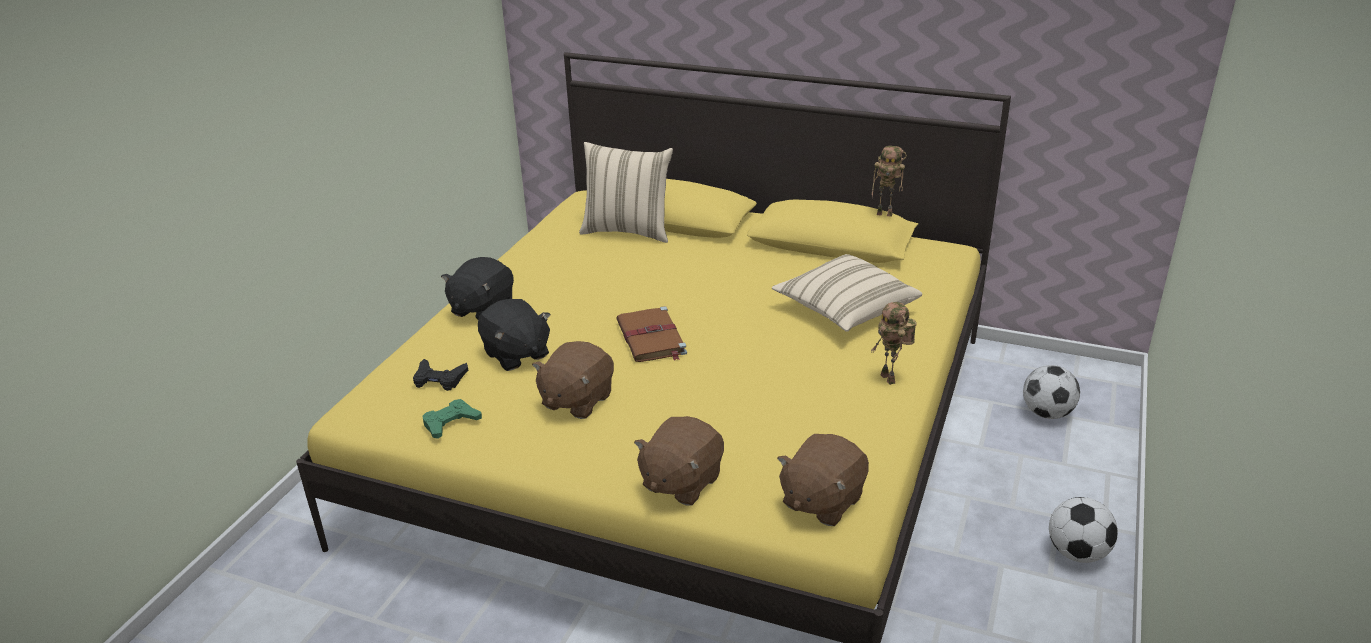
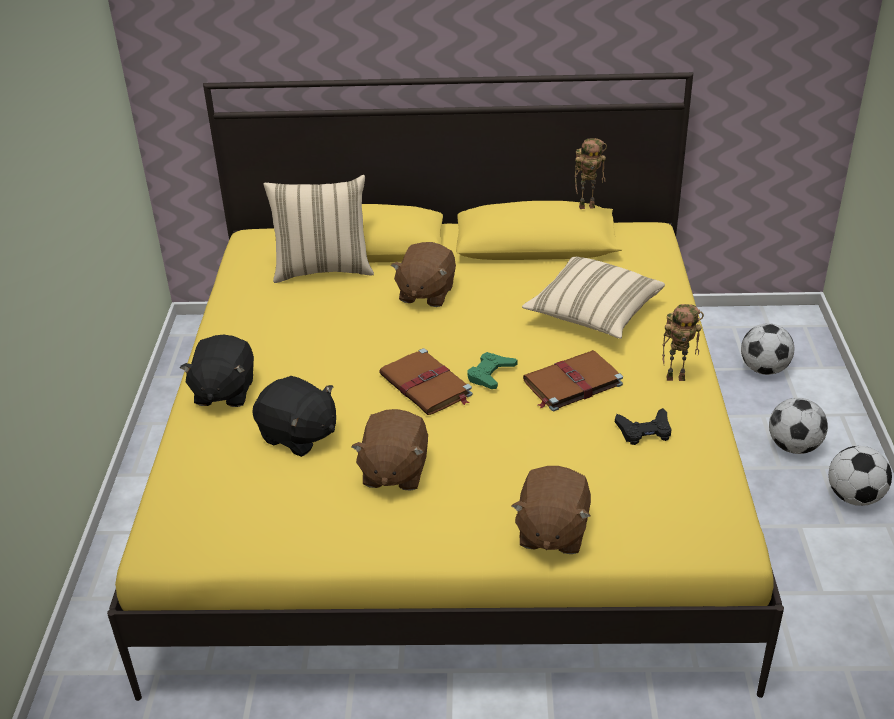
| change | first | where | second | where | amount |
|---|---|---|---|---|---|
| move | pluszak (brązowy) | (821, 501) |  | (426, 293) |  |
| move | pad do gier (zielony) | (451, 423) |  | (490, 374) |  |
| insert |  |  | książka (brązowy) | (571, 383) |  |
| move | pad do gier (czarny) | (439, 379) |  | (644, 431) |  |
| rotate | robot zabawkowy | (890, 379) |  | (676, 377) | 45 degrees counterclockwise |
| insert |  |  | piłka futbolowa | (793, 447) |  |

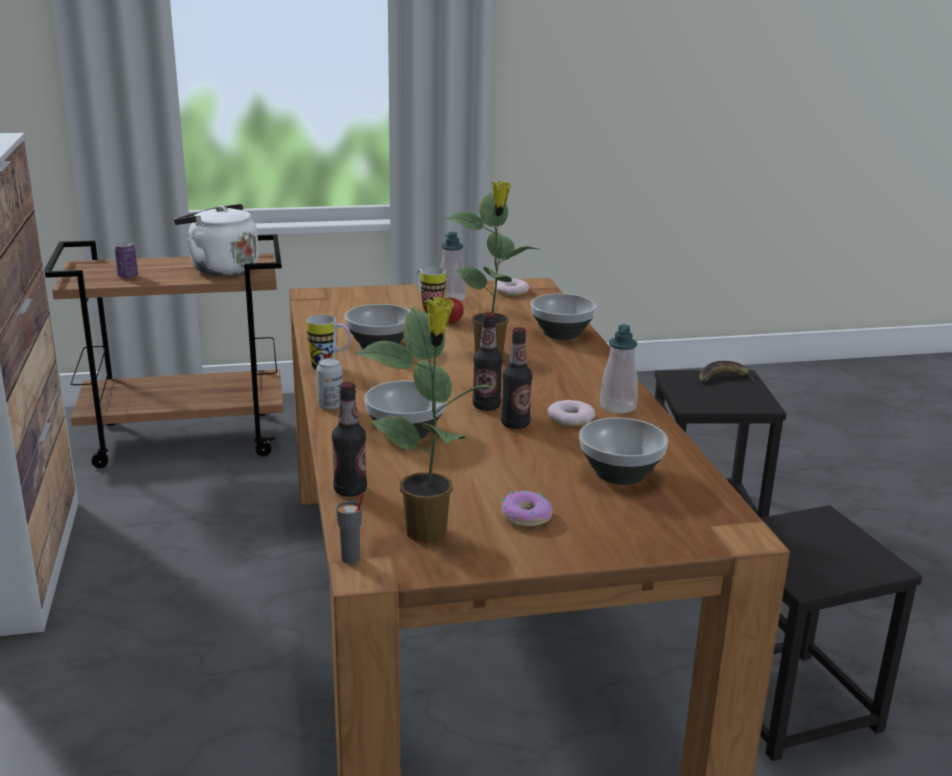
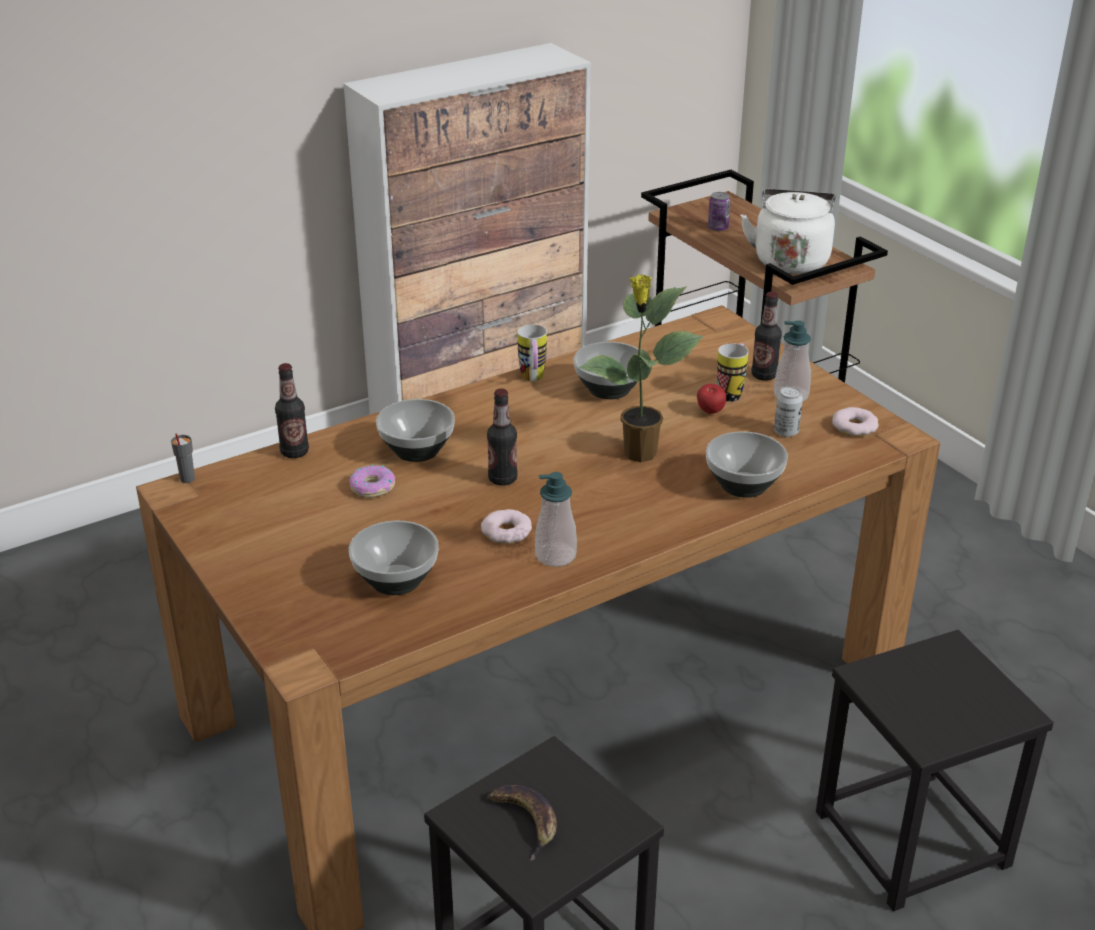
| change | first | where | second | where | amount |
|---|---|---|---|---|---|
| move | donut | (526, 516) |  | (372, 488) |  |
| move | banan | (723, 378) |  | (525, 821) |  |
| move | butelka | (515, 424) |  | (764, 375) |  |
| move | puszka | (330, 405) |  | (786, 432) |  |
| delete | roślina doniczkowa | (428, 533) |  |  |  |

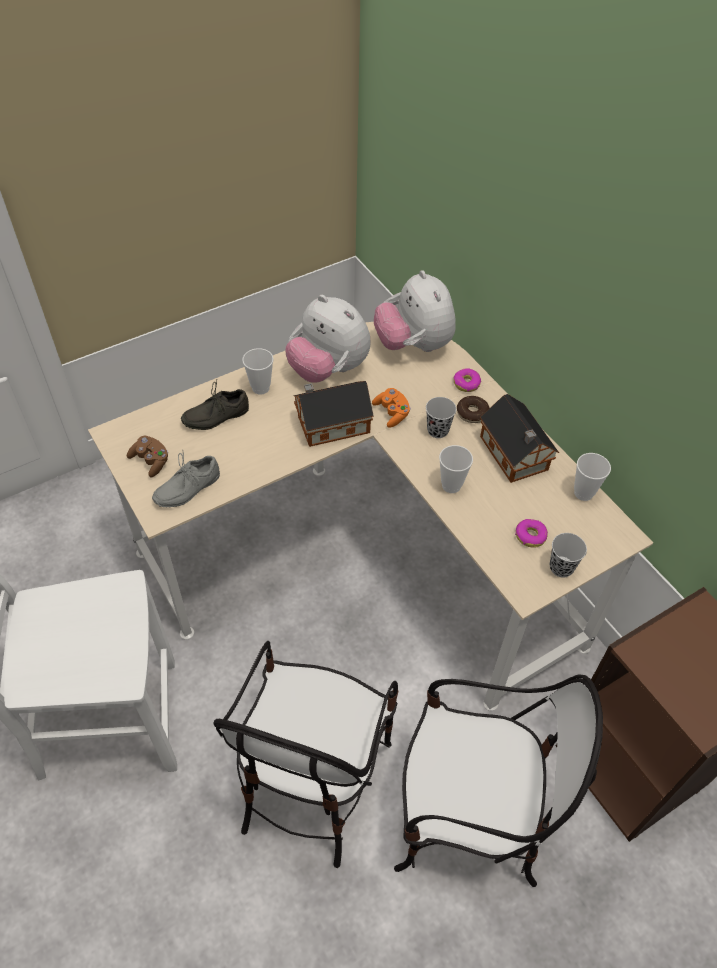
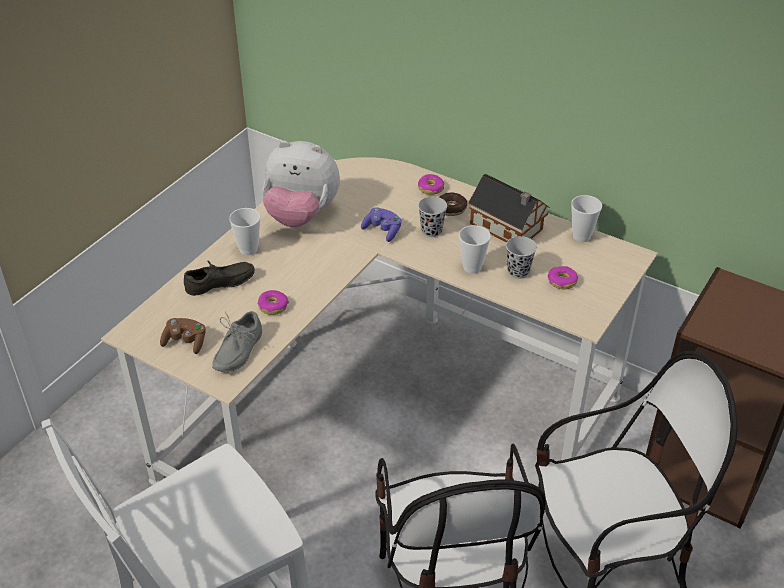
| change | first | where | second | where | amount |
|---|---|---|---|---|---|
| rotate | but (szary) | (215, 415) |  | (221, 285) | 150 degrees counterclockwise |
| insert |  |  | donut | (273, 306) |  |
| recolor | pad do gier (pomarańczowy) | (392, 413) | pad do gier (fioletowy) | (382, 230) |  |
| move | filiżanka (czarny) | (561, 567) |  | (518, 271) |  |
| delete | domek | (330, 424) |  |  |  |
| delete | pluszak | (413, 345) |  |  |  |

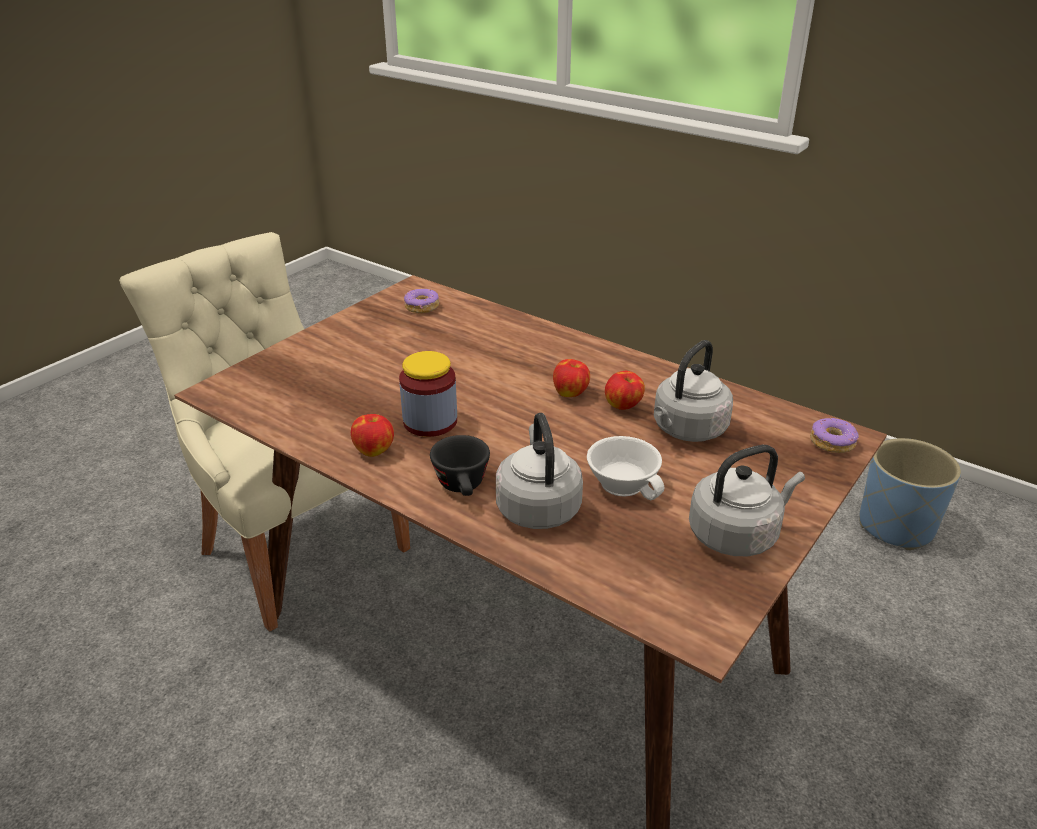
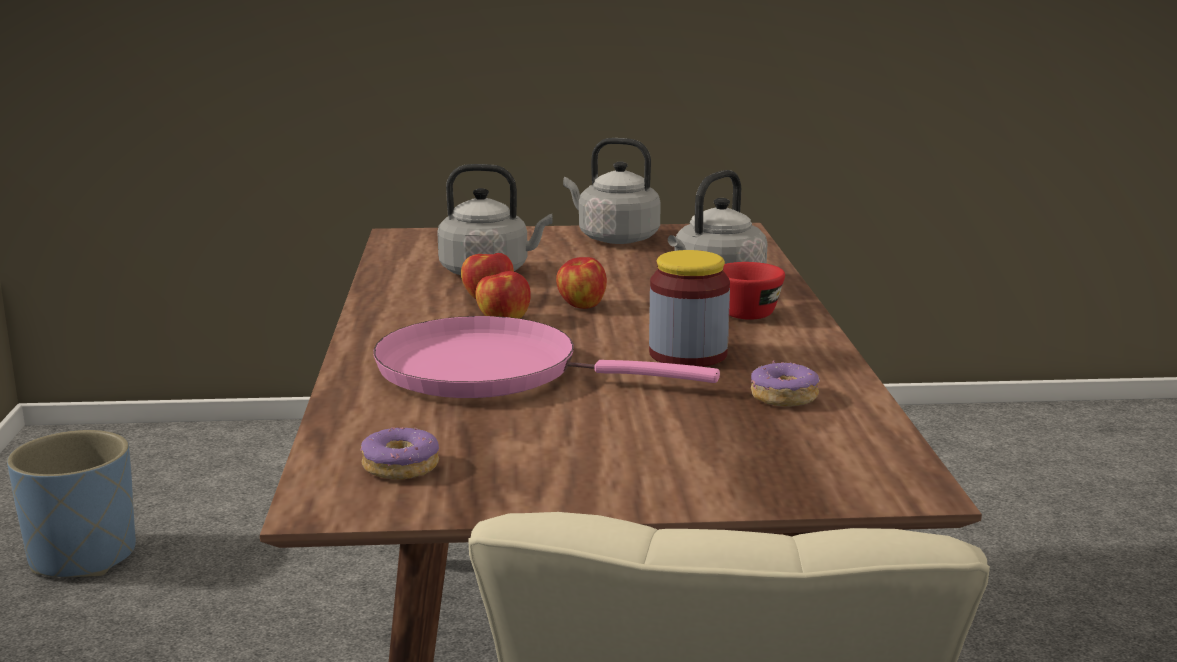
| change | first | where | second | where | amount |
|---|---|---|---|---|---|
| insert |  |  | patelnia (różowy) | (491, 371) |  |
| move | jabłko | (374, 450) |  | (581, 305) |  |
| recolor | filiżanka (czarny) | (463, 487) | filiżanka (czerwony) | (752, 311) |  |
| move | donut | (832, 442) |  | (783, 397) |  |
| delete | filiżanka (biały) | (626, 483) |  |  |  |

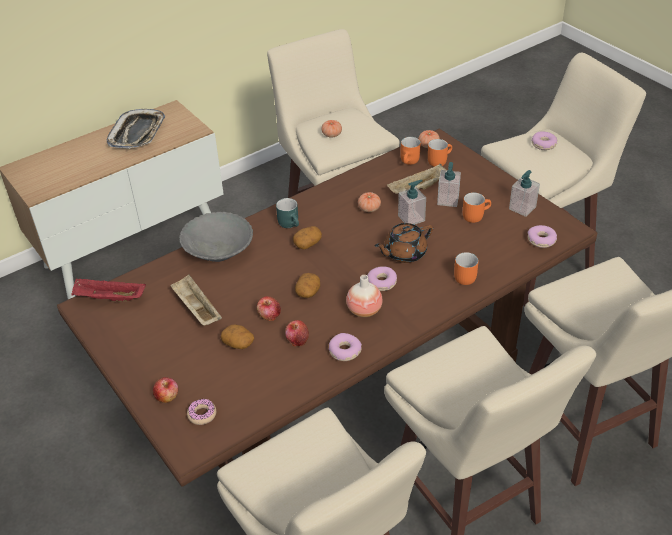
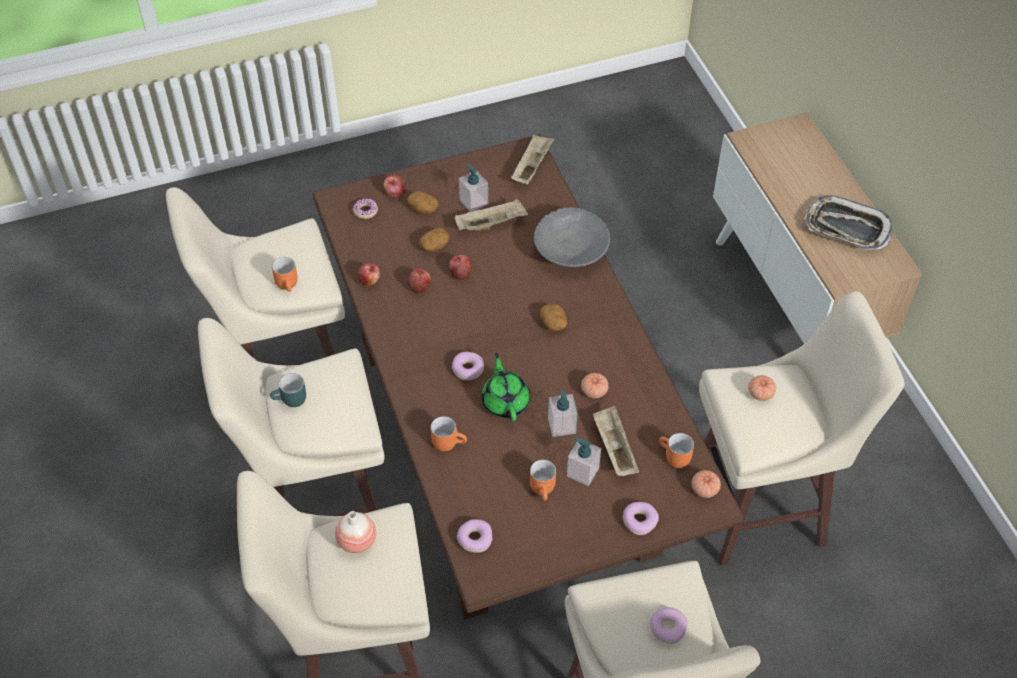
| change | first | where | second | where | amount |
|---|---|---|---|---|---|
| move | kubek (turkusowy) | (291, 224) |  | (291, 401) |  |
| move | kubek (pomarańczowy) | (438, 160) |  | (289, 284) |  |
| move | wazon | (364, 310) |  | (357, 541) |  |
| insert |  |  | jabłko | (369, 280) |  |
| move | ziemniak | (308, 292) |  | (423, 208) |  |
| move | dozownik mydła | (522, 208) |  | (473, 202) |  |
| recolor | imbryk (brązowy) | (404, 253) | imbryk (zielony) | (505, 401) |  |
| recolor | taca (czerwony) | (109, 299) | taca (beżowy) | (532, 167) |  |
| move | donut | (344, 351) |  | (639, 520) |  |

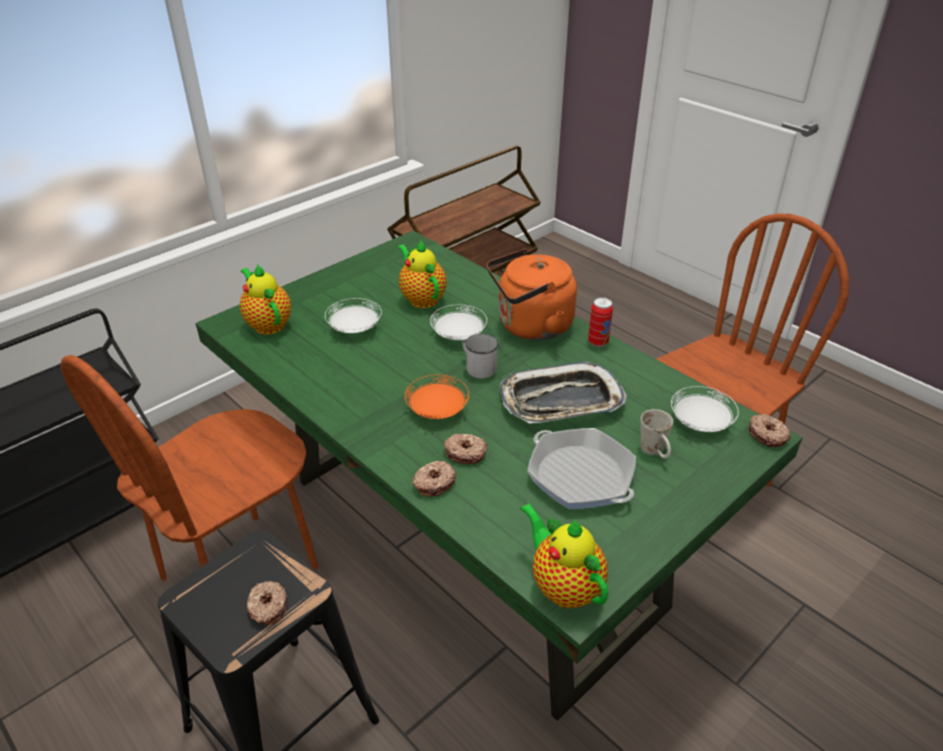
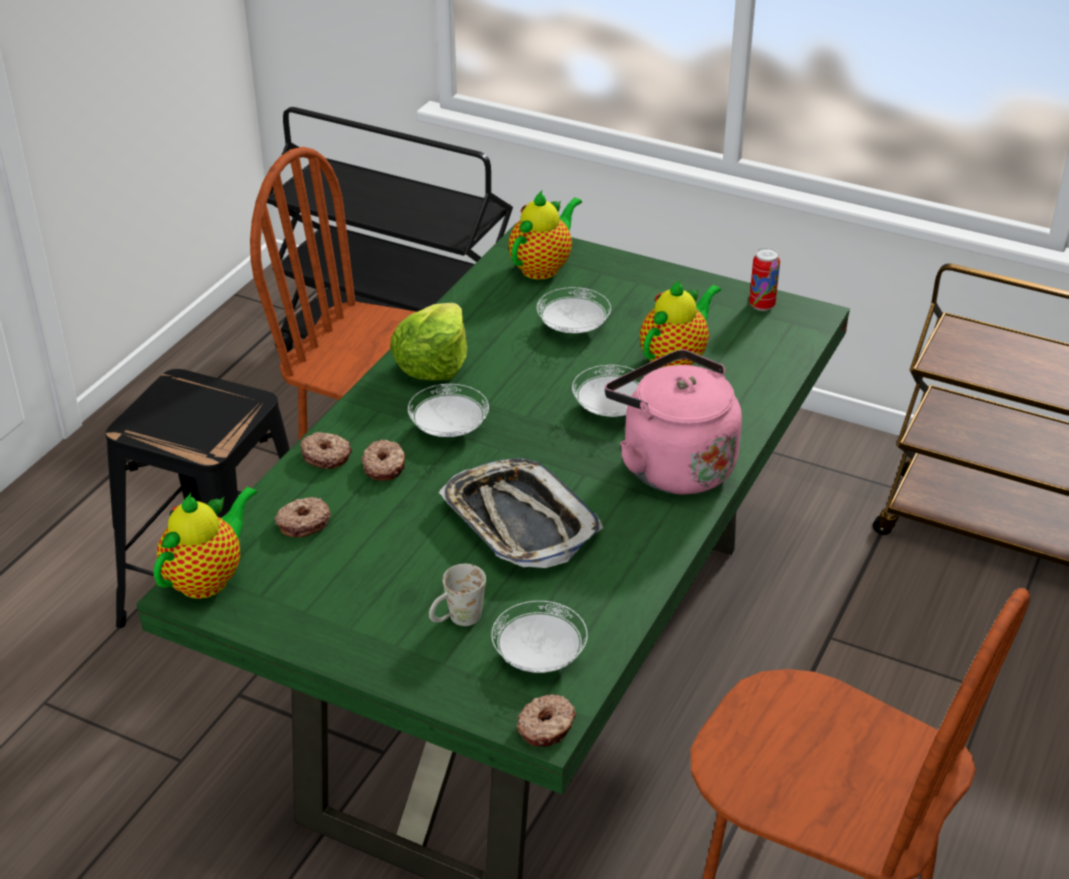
| change | first | where | second | where | amount |
|---|---|---|---|---|---|
| move | donut | (267, 607) |  | (303, 523) |  |
| insert |  |  | sałata | (433, 364) |  |
| recolor | talerz (pomarańczowy) | (437, 411) | talerz (biały) | (448, 429) |  |
| recolor | czajnik (pomarańczowy) | (530, 327) | czajnik (różowy) | (672, 464) |  |
| move | puszka | (598, 342) |  | (762, 305) |  |
| delete | kubek (biały) | (477, 367) |  |  |  |
| delete | patelnia | (580, 476) |  |  |  |

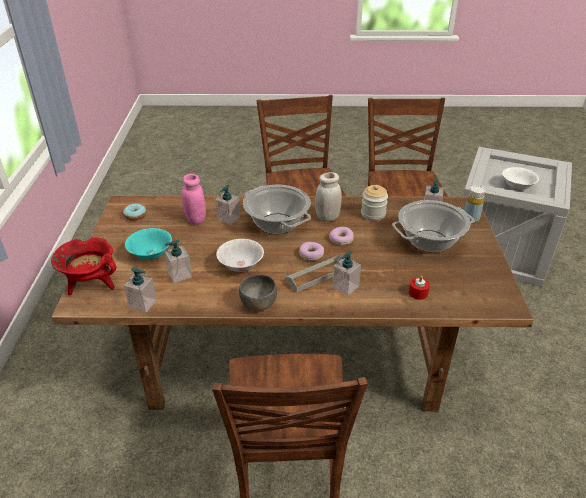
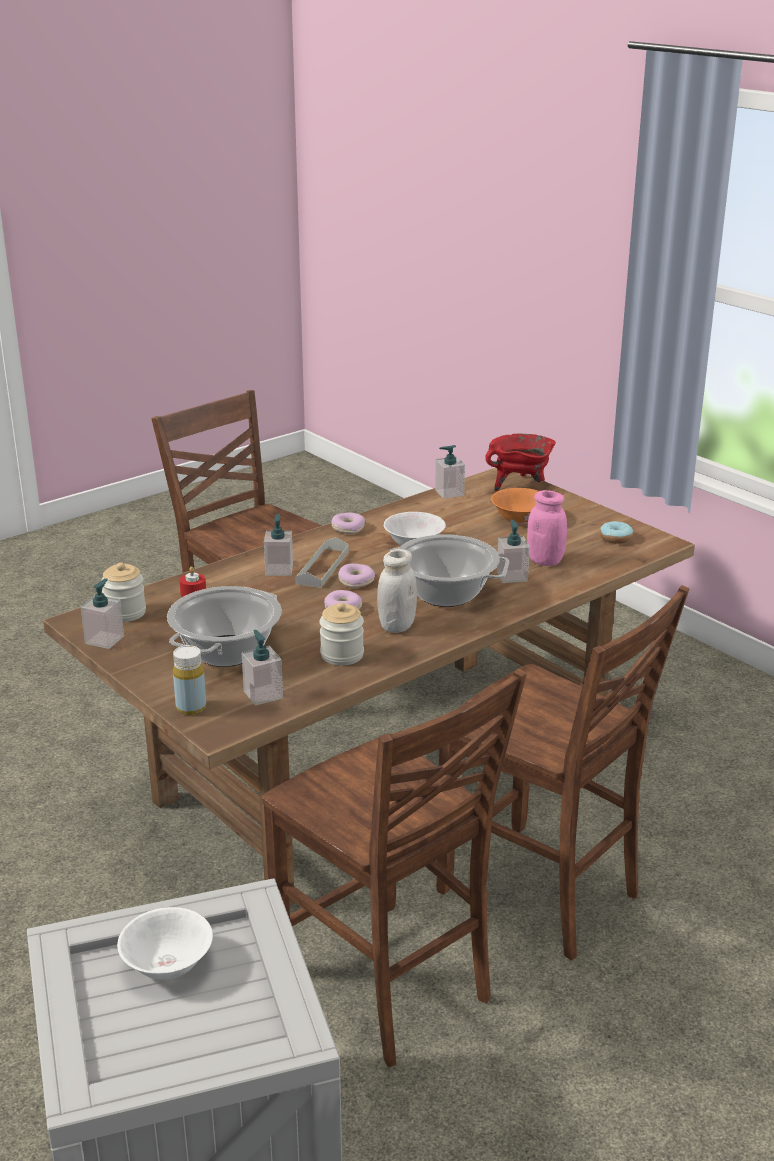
| change | first | where | second | where | amount |
|---|---|---|---|---|---|
| move | dozownik mydła | (179, 275) |  | (104, 639) |  |
| insert |  |  | słoik | (125, 613) |  |
| replace | miska (szary) | (258, 303) | donut | (348, 528) |  |
| recolor | miska (turkusowy) | (150, 254) | miska (pomarańczowy) | (520, 519) |  |

